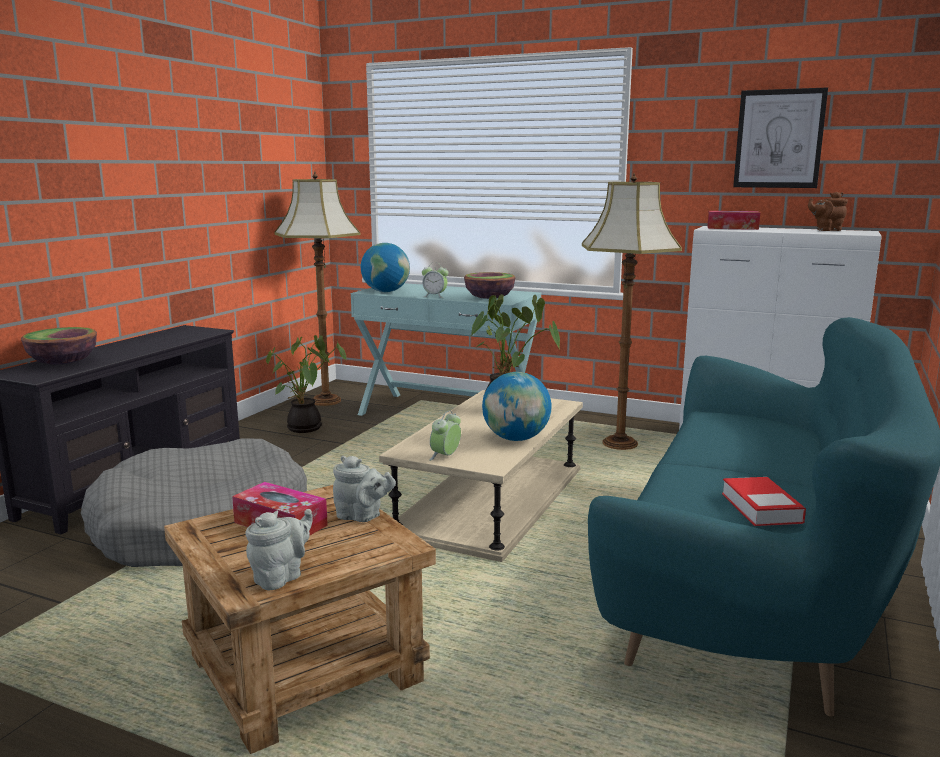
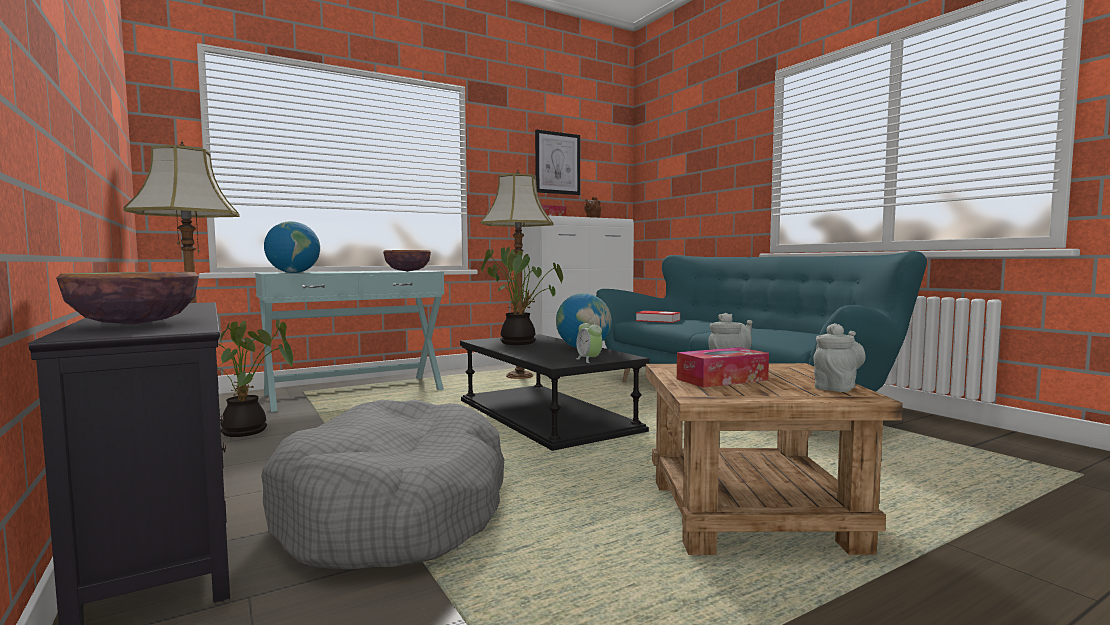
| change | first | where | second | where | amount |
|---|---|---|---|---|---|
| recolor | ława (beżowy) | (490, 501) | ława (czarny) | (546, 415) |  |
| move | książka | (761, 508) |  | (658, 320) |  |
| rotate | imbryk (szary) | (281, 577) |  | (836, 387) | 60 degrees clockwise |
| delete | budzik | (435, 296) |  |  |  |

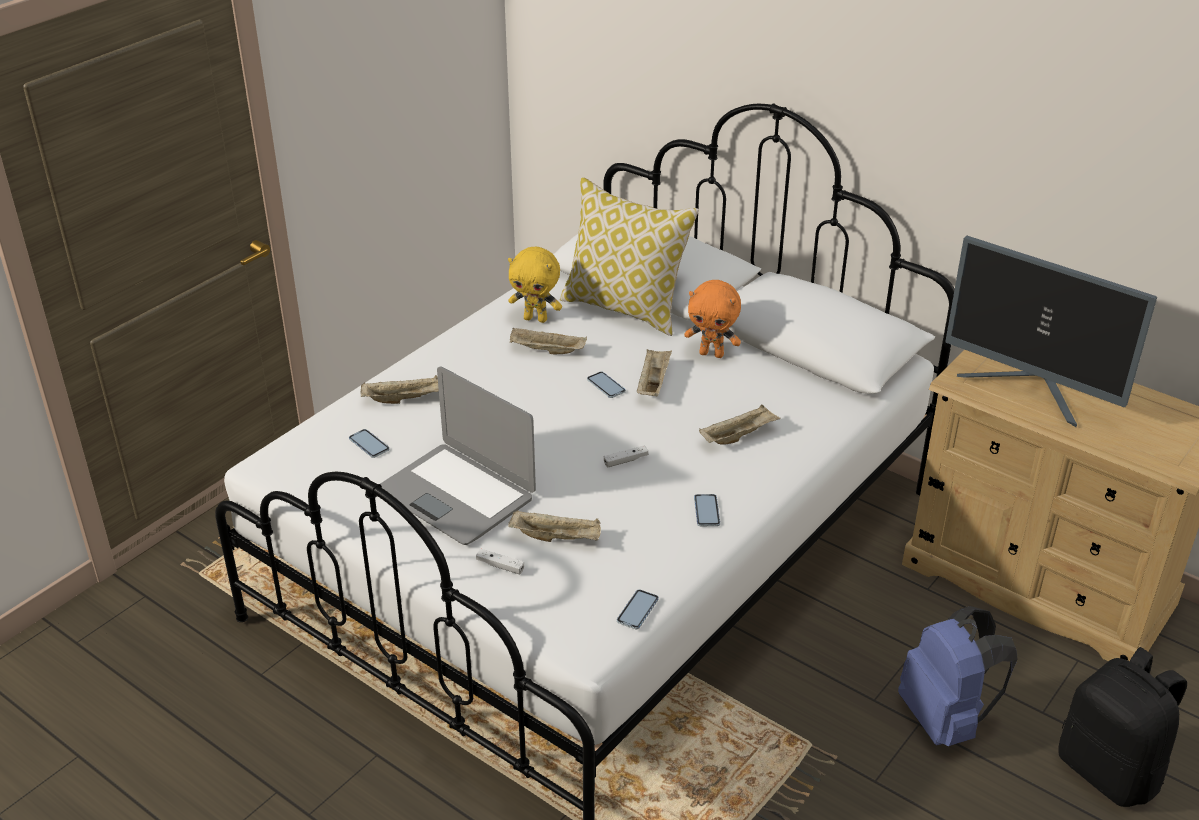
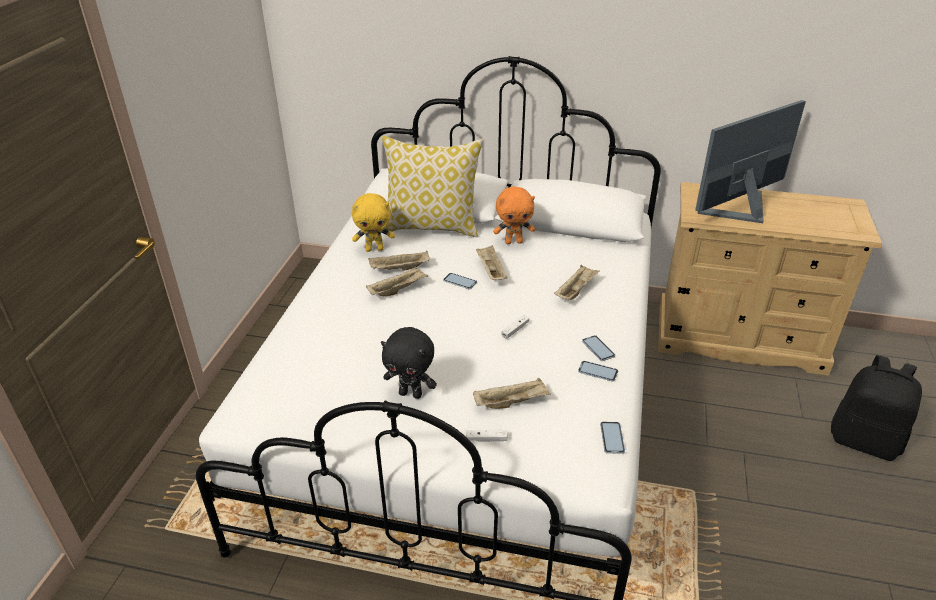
| change | first | where | second | where | amount |
|---|---|---|---|---|---|
| move | taca (beżowy) | (404, 399) |  | (398, 290) |  |
| replace | laptop | (457, 494) | pluszak (czarny) | (411, 393) |  |
| move | telefon | (369, 444) |  | (598, 372) |  |
| rotate | monitor | (1031, 391) |  | (741, 211) | 135 degrees clockwise |
| delete | plecak (niebieski) | (945, 719) |  |  |  |

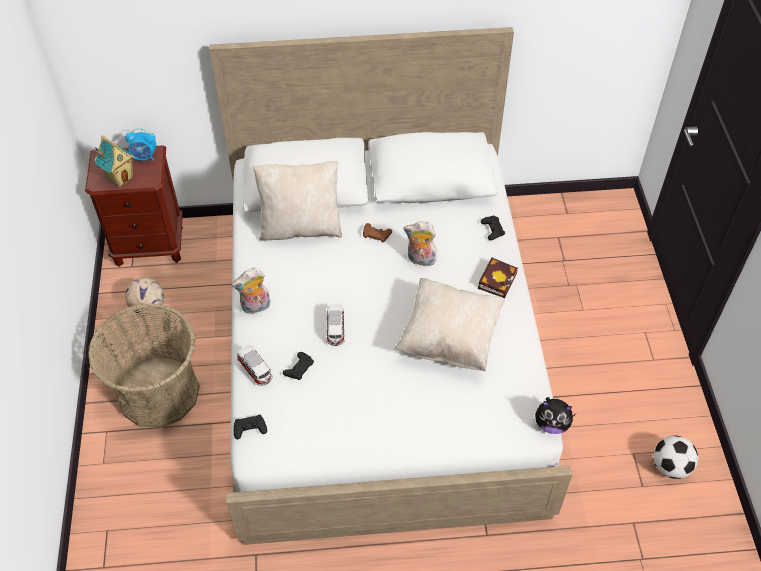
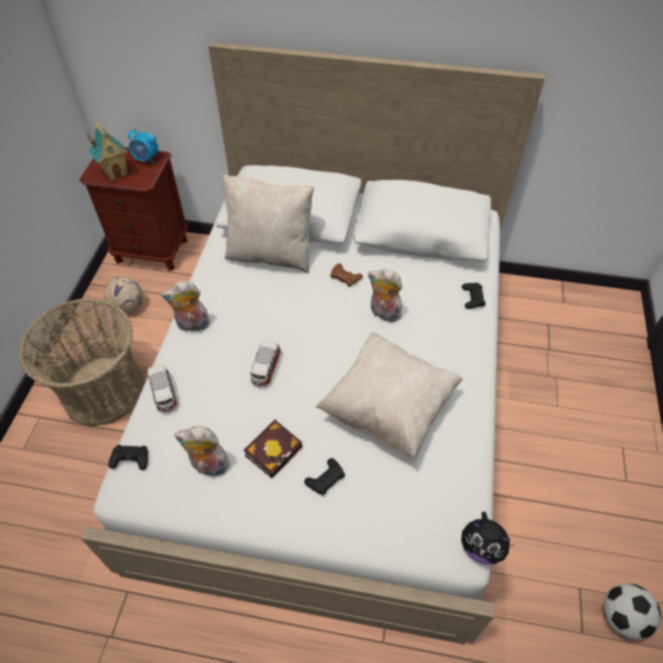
| change | first | where | second | where | amount |
|---|---|---|---|---|---|
| insert |  |  | pluszak | (208, 466) |  |
| move | książka | (497, 279) |  | (274, 449) |  |
| move | pad do gier (czarny) | (299, 368) |  | (325, 479) |  |

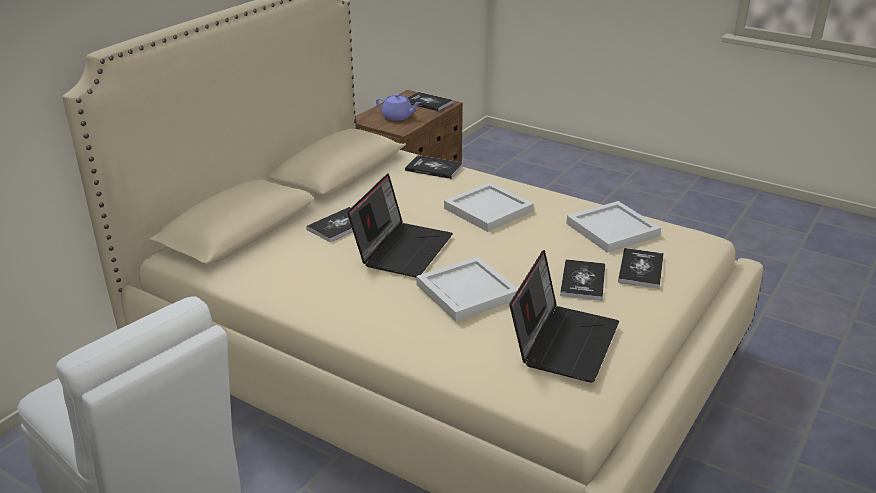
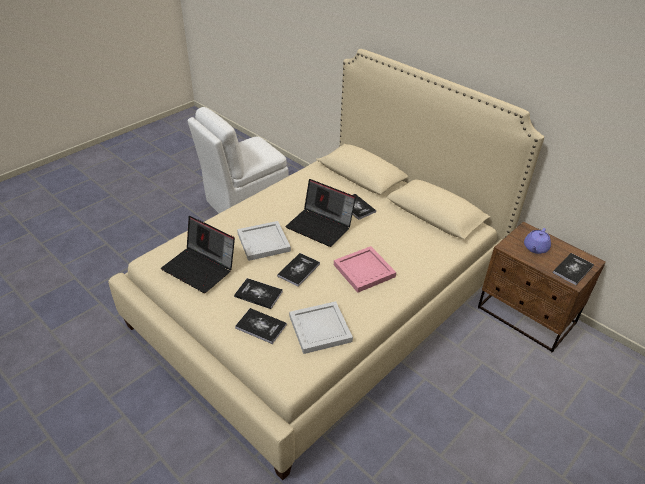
| change | first | where | second | where | amount |
|---|---|---|---|---|---|
| move | książka | (434, 168) |  | (298, 270) |  |
| recolor | taca (biały) | (489, 210) | taca (różowy) | (364, 271) |  |

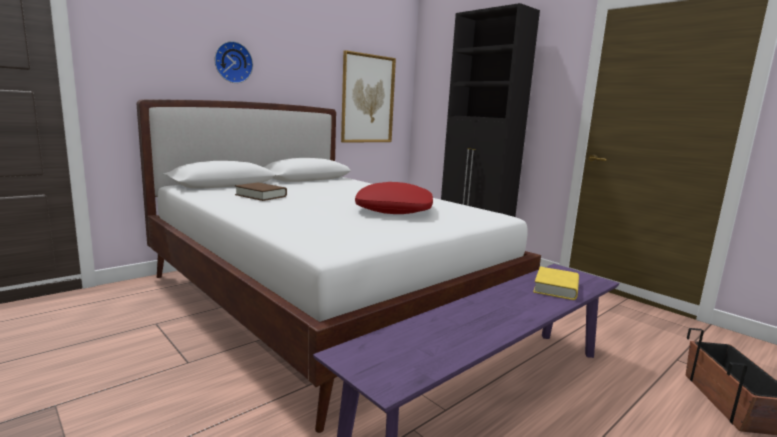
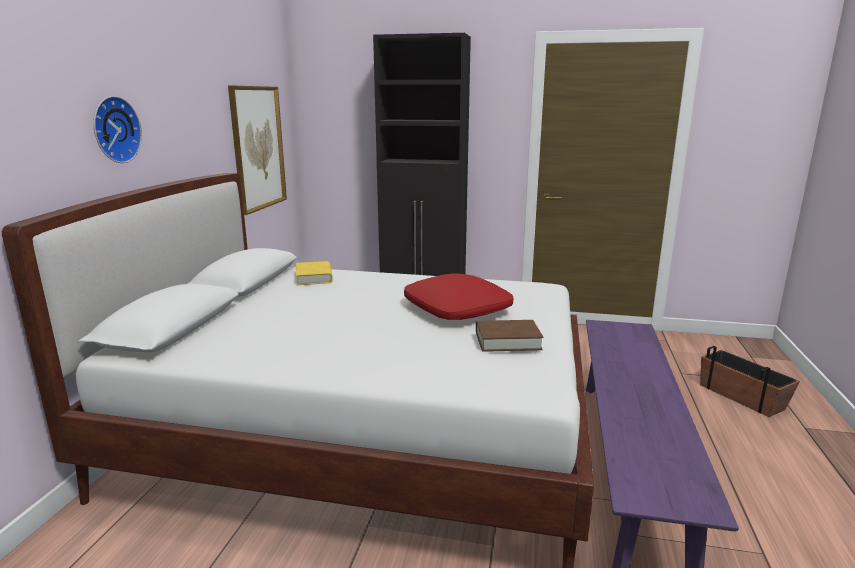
| change | first | where | second | where | amount |
|---|---|---|---|---|---|
| move | książka (żółty) | (556, 288) |  | (314, 277) |  |
| move | książka (brązowy) | (261, 195) |  | (507, 341) |  |

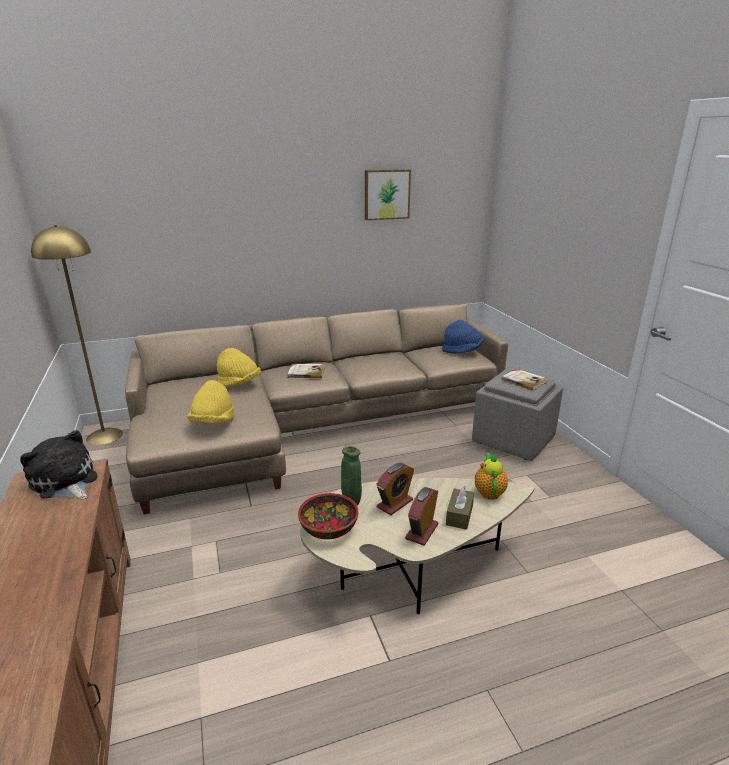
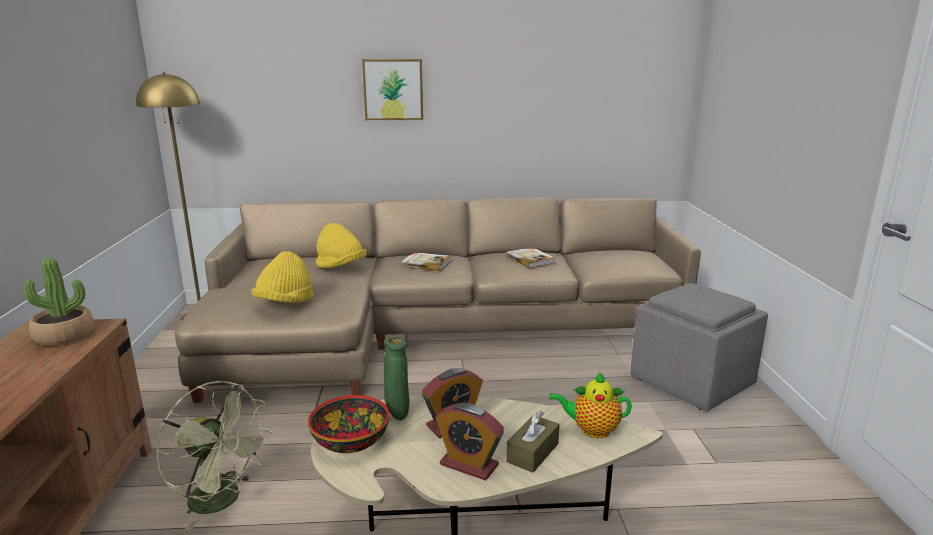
| change | first | where | second | where | amount |
|---|---|---|---|---|---|
| replace | pluszak | (65, 482) | roślina doniczkowa | (64, 336) |  |
| insert |  |  | wentylator (zielony) | (223, 501) |  |
| move | obraz | (386, 194) |  | (393, 89) |  |
| rotate | budzik | (422, 531) |  | (469, 465) | 105 degrees counterclockwise |
| move | książka | (524, 381) |  | (530, 259) |  |
| rotate | imbryk | (489, 492) |  | (591, 430) | 105 degrees counterclockwise |
| delete | kapelusz (niebieski) | (462, 351) |  |  |  |

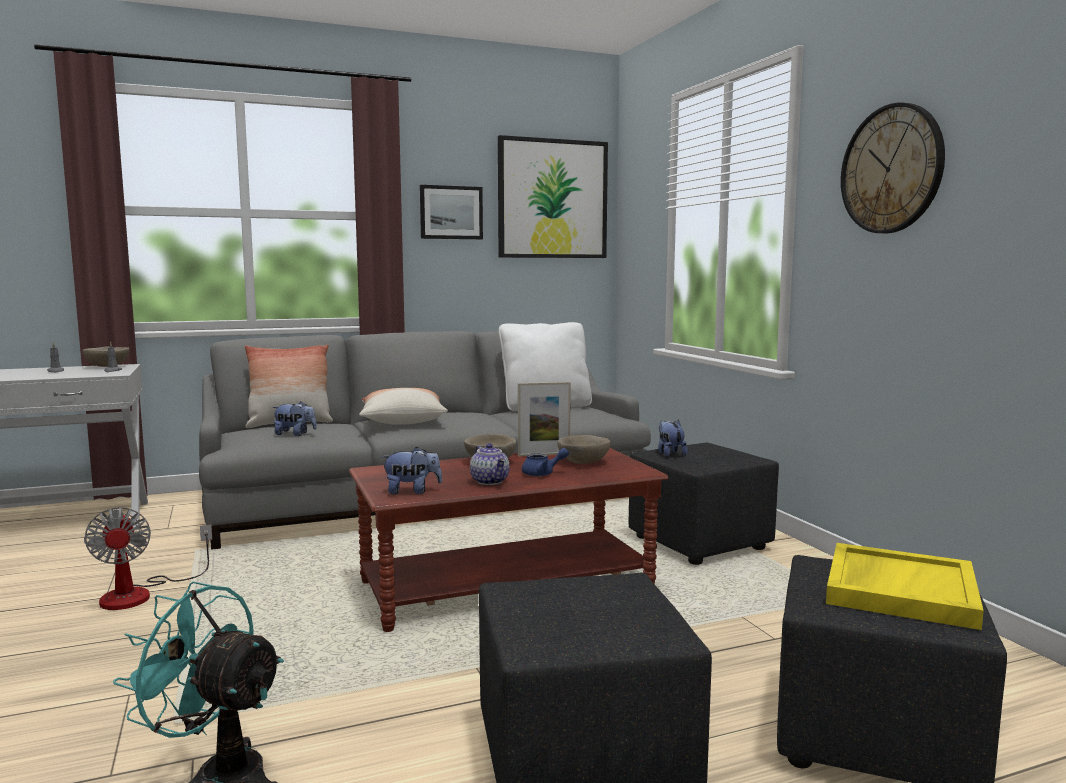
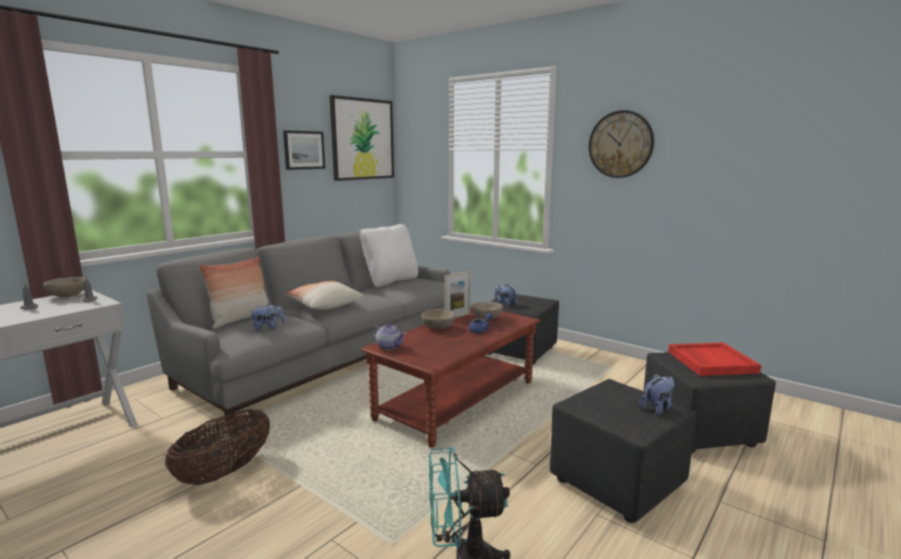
| change | first | where | second | where | amount |
|---|---|---|---|---|---|
| replace | wentylator | (141, 593) | koszyk | (225, 472) |  |
| move | imbryk | (491, 481) |  | (389, 347) |  |
| move | pluszak | (412, 491) |  | (657, 408) |  |
| recolor | taca (żółty) | (899, 589) | taca (czerwony) | (710, 361) |  |

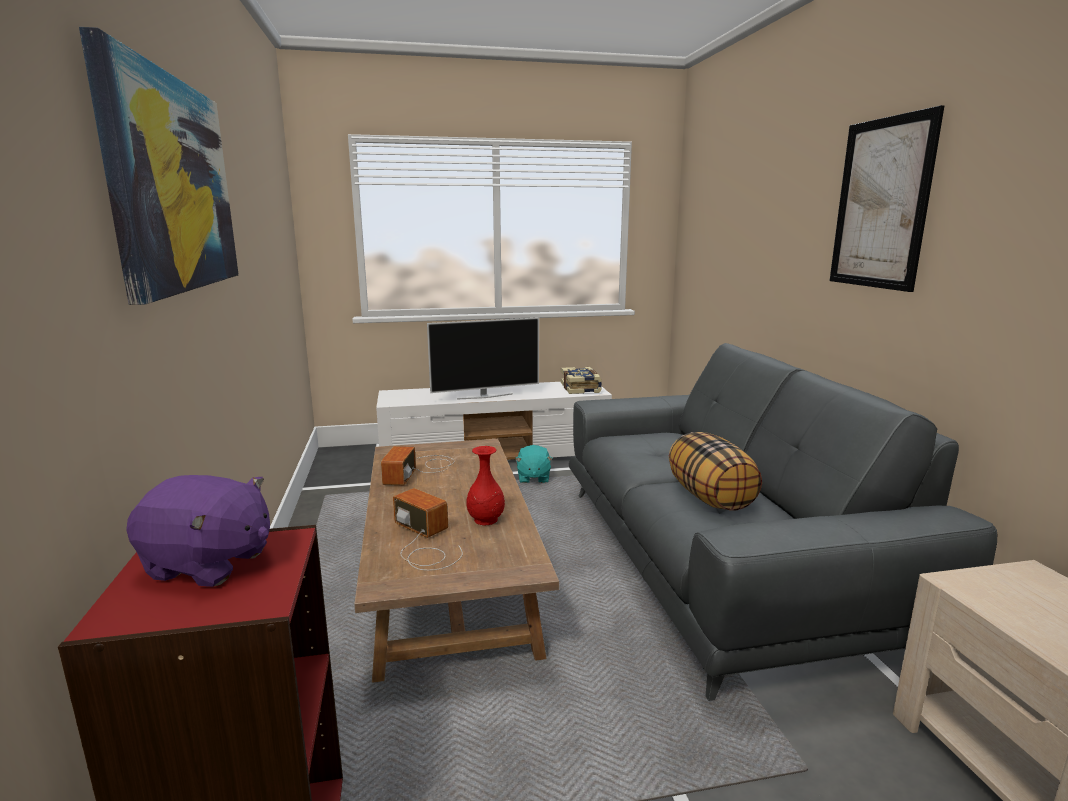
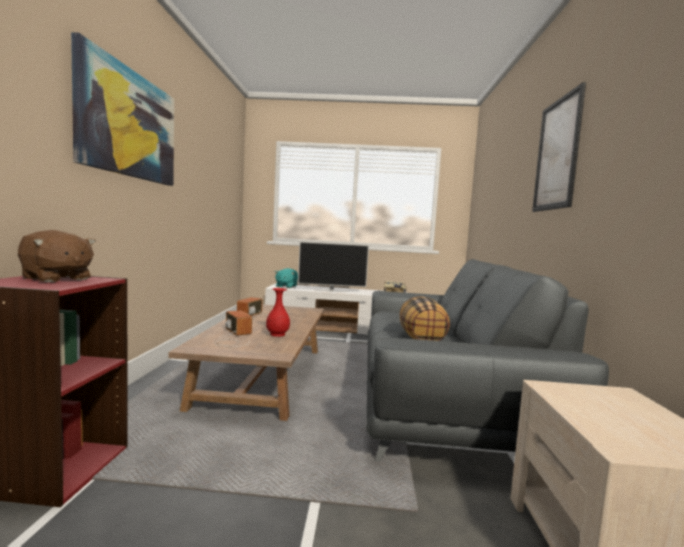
| change | first | where | second | where | amount |
|---|---|---|---|---|---|
| recolor | pluszak (fioletowy) | (209, 564) | pluszak (brązowy) | (56, 279) |  |
| move | pluszak (turkusowy) | (533, 478) |  | (286, 286) |  |

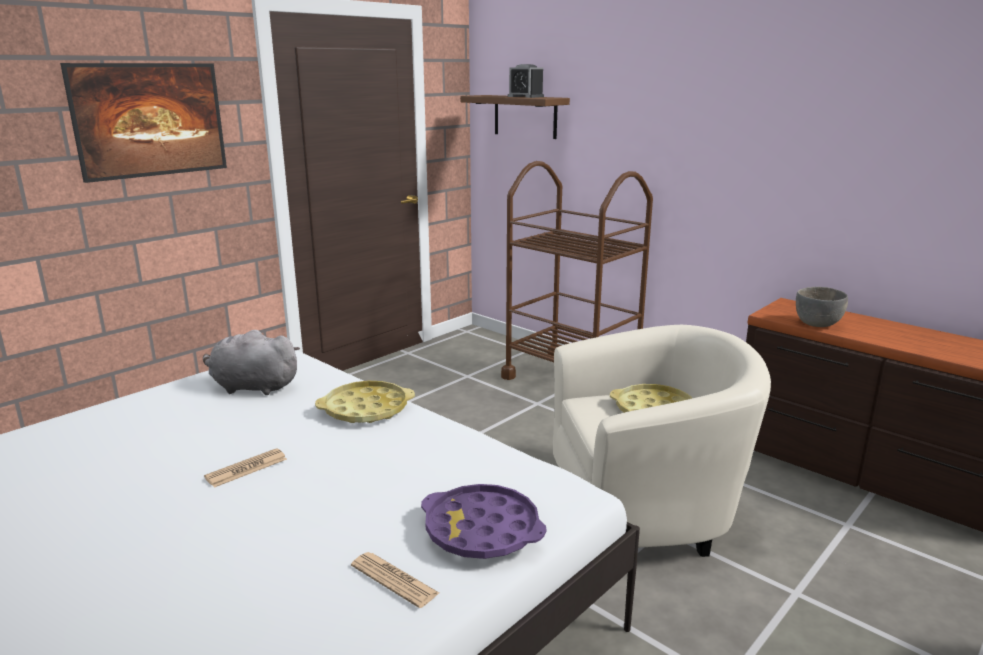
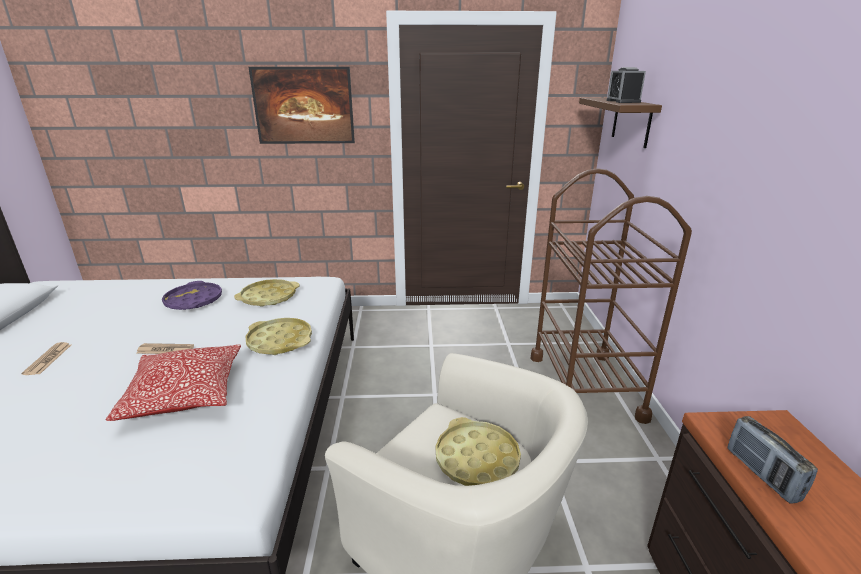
| change | first | where | second | where | amount |
|---|---|---|---|---|---|
| move | gazeta | (394, 580) |  | (48, 359) |  |
| insert |  |  | poduszka | (185, 394) |  |
| move | taca (fioletowy) | (482, 530) |  | (193, 301) |  |
| replace | pluszak (szary) | (252, 387) | taca (żółty) | (268, 297) |  |
| replace | miska (szary) | (817, 324) | radio | (761, 474) |  |

